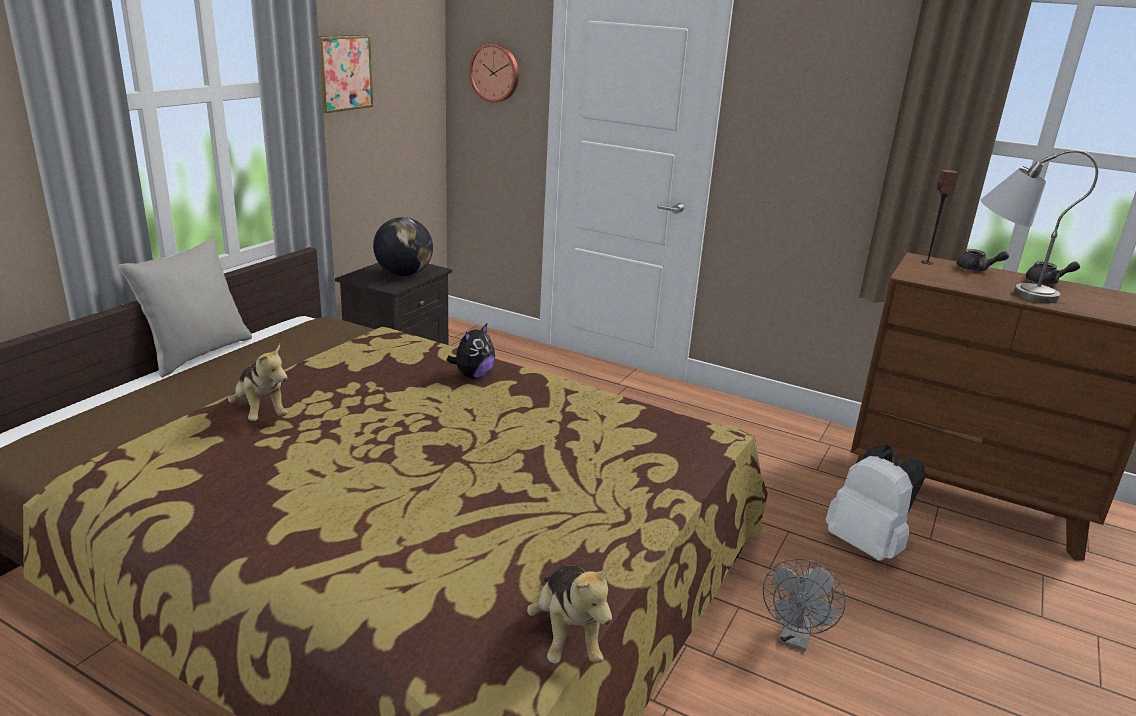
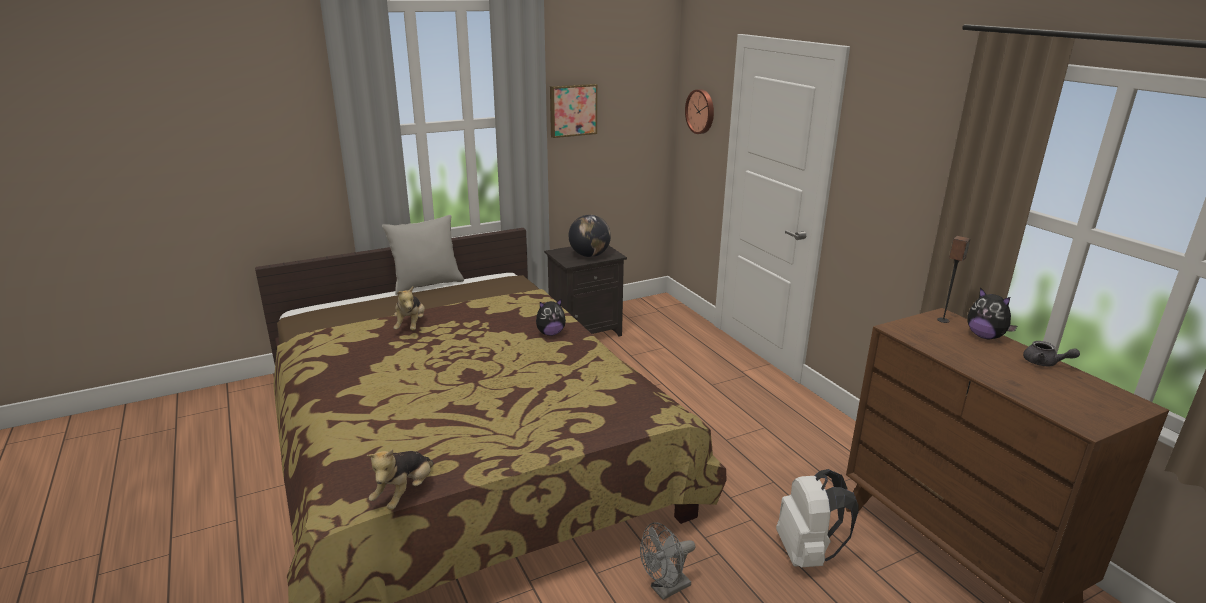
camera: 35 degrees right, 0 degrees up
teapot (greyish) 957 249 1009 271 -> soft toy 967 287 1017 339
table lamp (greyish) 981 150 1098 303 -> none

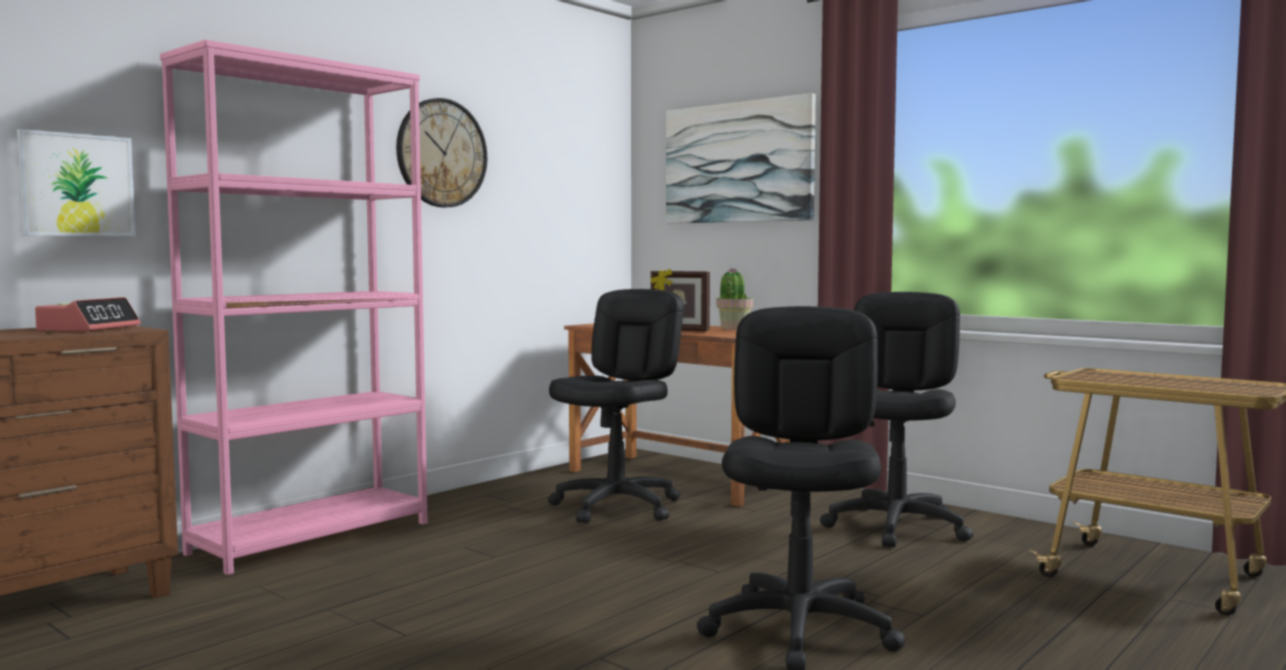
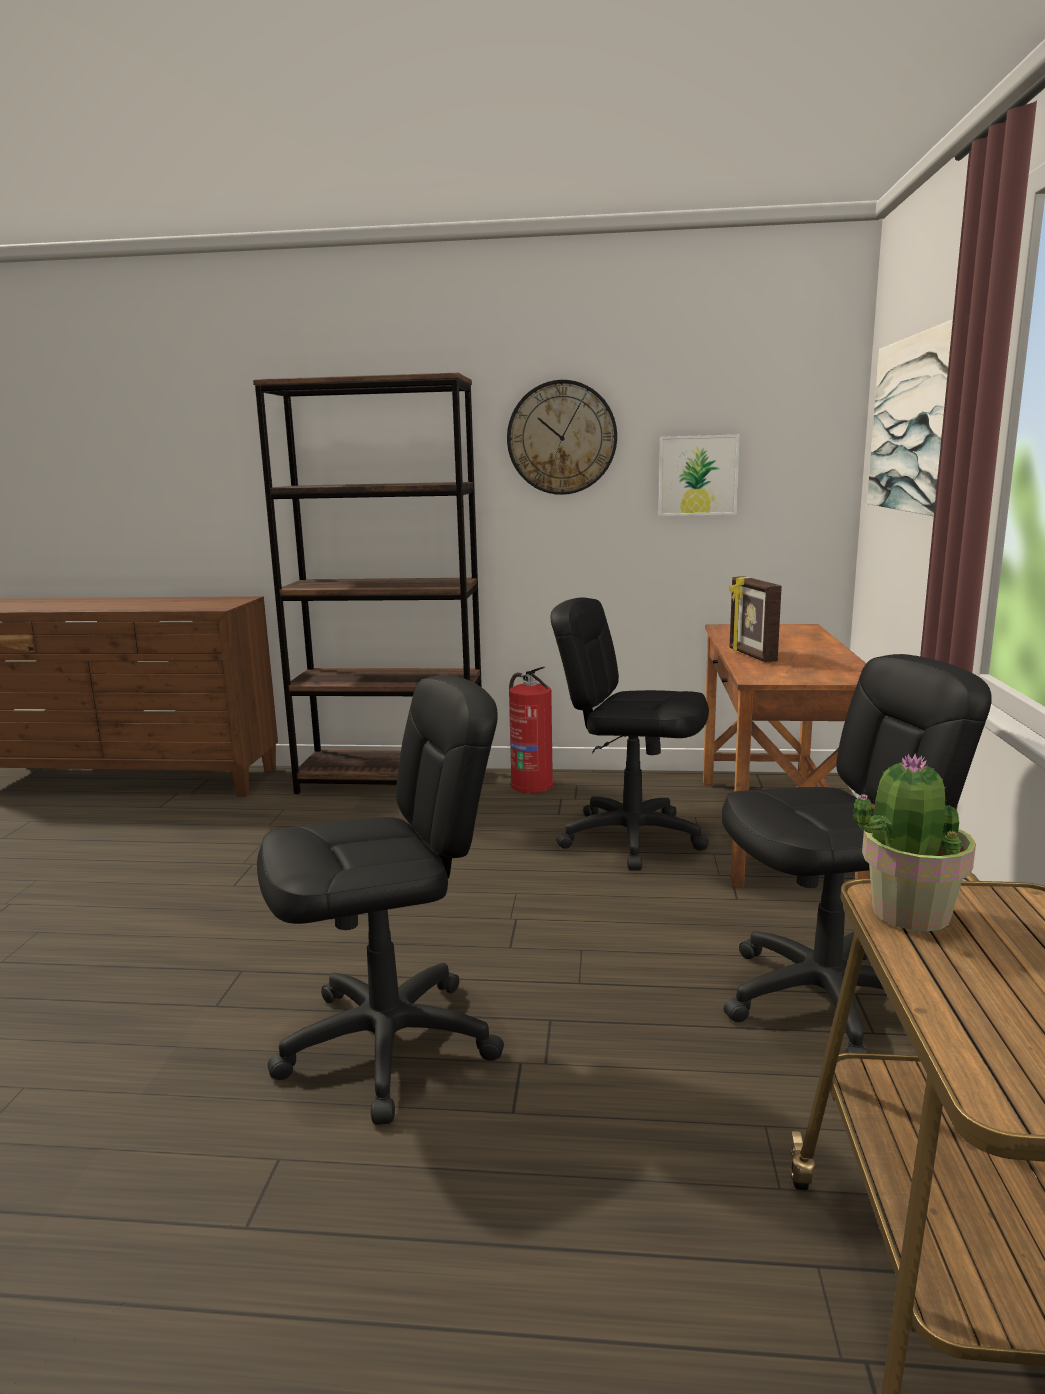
camera: 55 degrees right, 10 degrees up
wall picture 17 129 136 236 -> wall picture 659 435 740 516, shifted
table clock 35 297 140 332 -> none
bookcase (pink-coloured) 160 40 428 575 -> bookcase (brown-coloured) 253 373 482 794
desk chair (black) 548 289 684 523 -> desk chair (black) 551 598 709 871, 150 degrees counterclockwise
potted plant 717 268 753 330 -> potted plant 854 753 976 931, shifted
none -> fire extinguisher 509 667 553 793

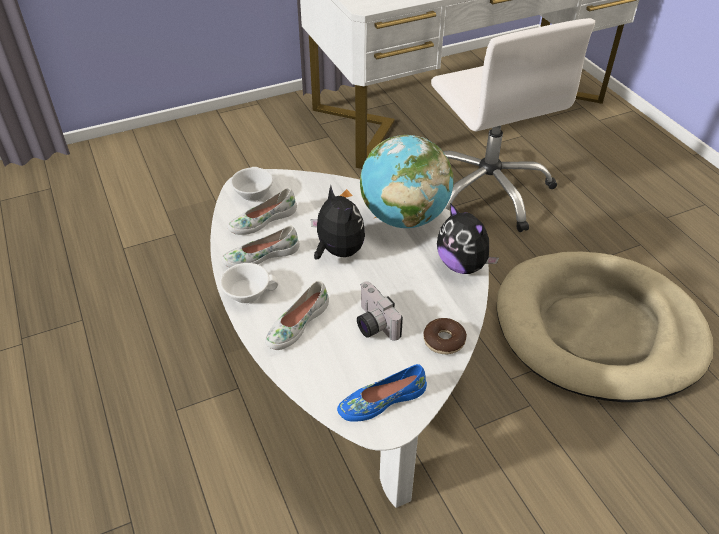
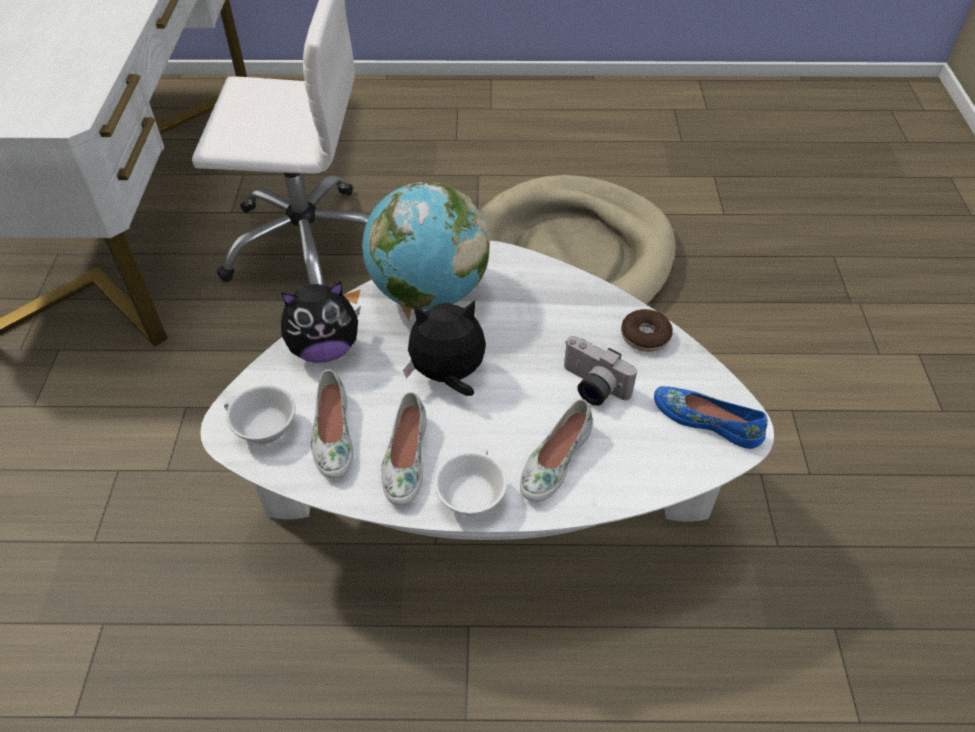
camera: 65 degrees left, 5 degrees up
low shoe (white-coloured) 265 281 329 350 -> low shoe (white-coloured) 520 399 593 502, 60 degrees clockwise
low shoe (bluish) 337 364 427 422 -> low shoe (bluish) 654 386 768 449, 120 degrees clockwise
still camera 357 281 403 341 -> still camera 564 336 637 406, 45 degrees clockwise
soft toy 437 203 499 274 -> soft toy 281 281 361 363, shifted

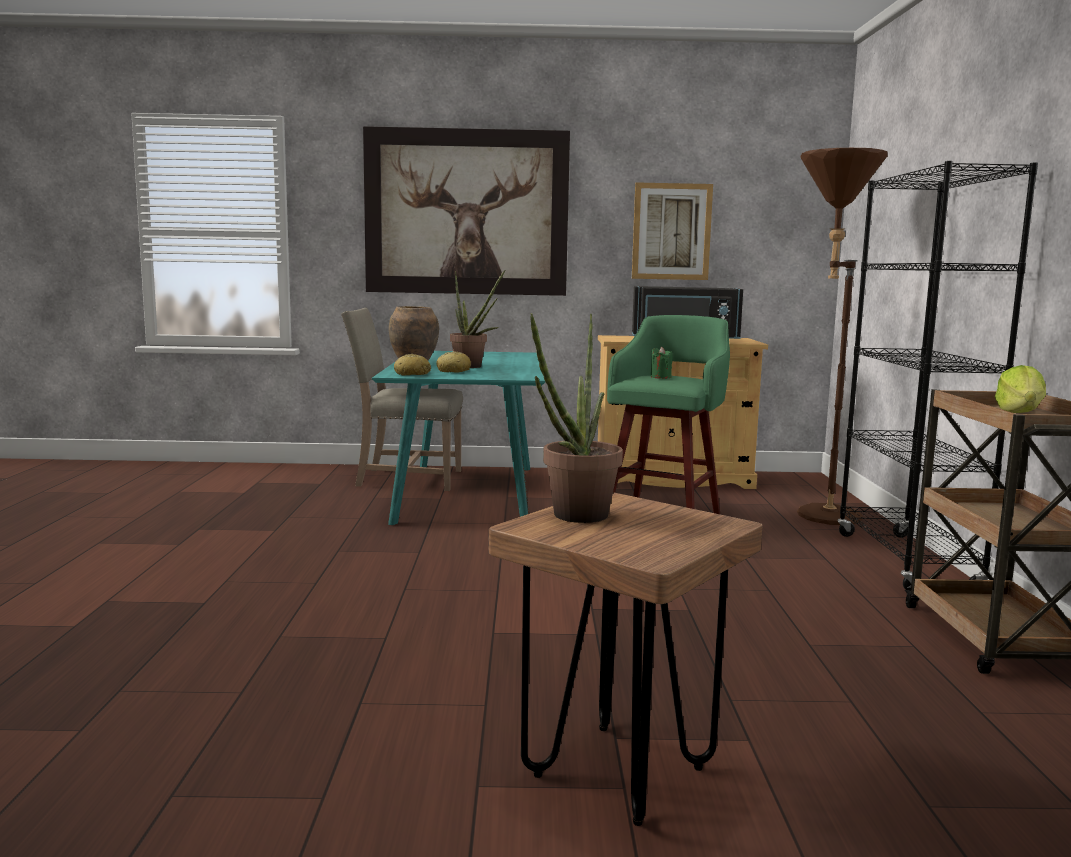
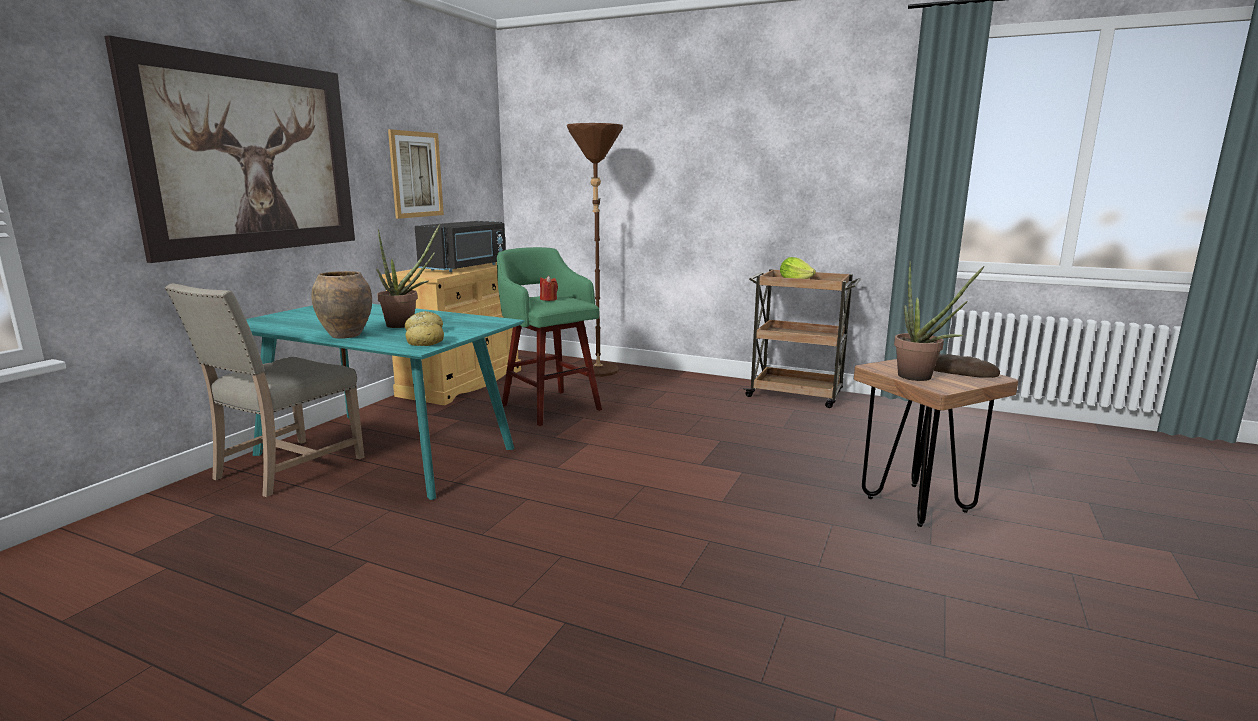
camera: 65 degrees left, 5 degrees up
wax candle (green-coloured) 651 347 672 379 -> wax candle (red-coloured) 540 276 558 301
bookcase (black) 837 161 1038 591 -> none
none -> bread 934 354 1000 378

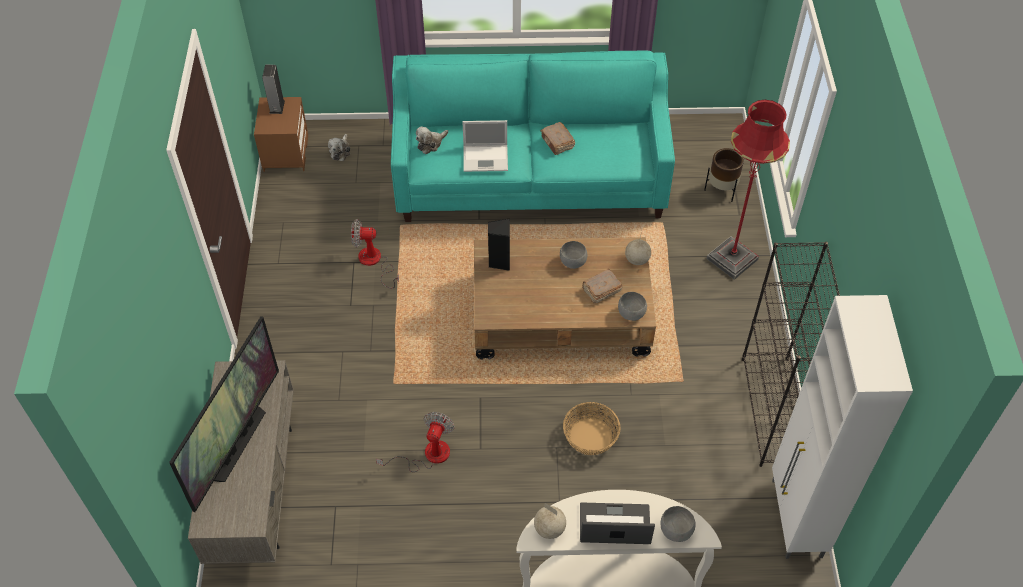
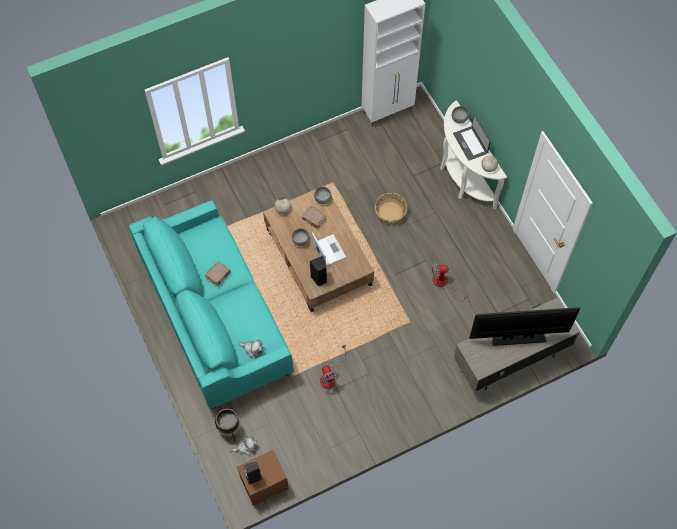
camera: 115 degrees left, 10 degrees up
notebook computer 462 120 508 172 -> notebook computer 312 232 346 266, shifted
flower pot (brown-coloured) 704 148 744 202 -> flower pot (brown-coloured) 215 408 240 441, shifted
standard lamp (red-coloured) 706 100 790 280 -> none
bookcase (black) 742 242 840 467 -> none

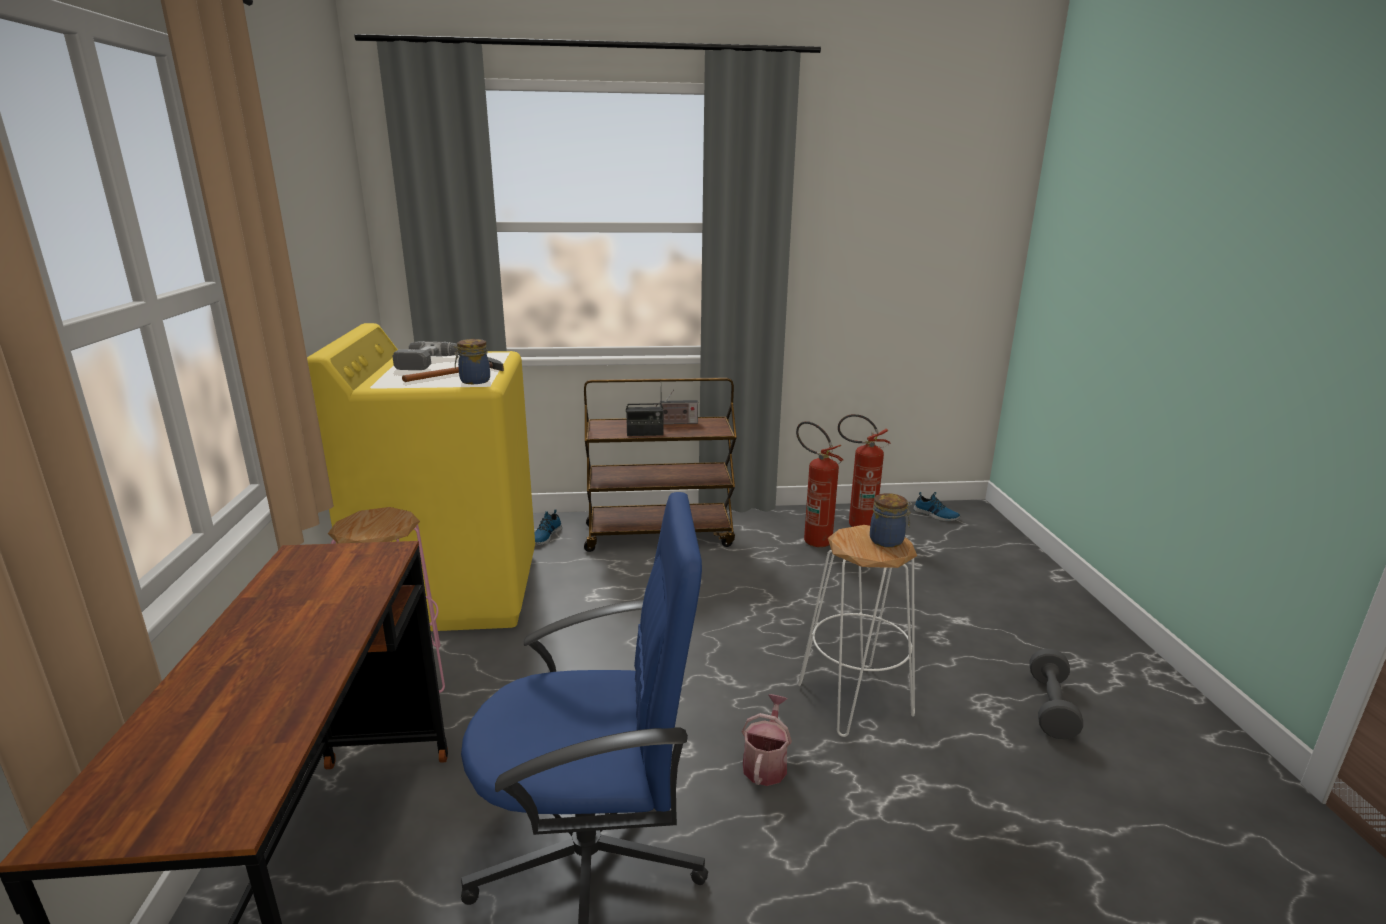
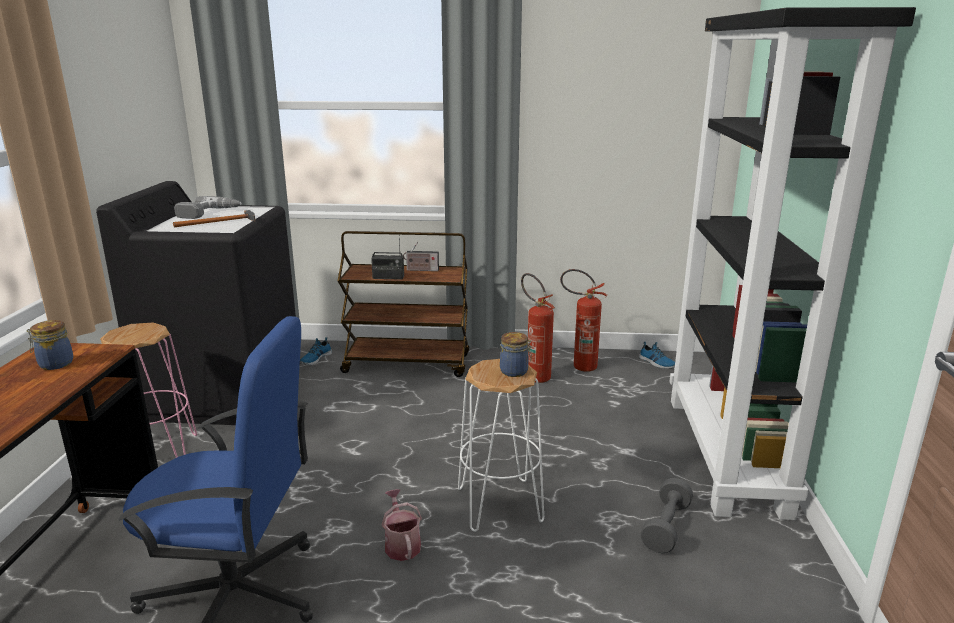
camera: 10 degrees right, 0 degrees up
washing machine (yellowish) 307 323 535 631 -> washing machine (black) 96 181 296 425
storage jar 453 339 490 384 -> storage jar 26 320 73 370, shifted
watering can 742 694 792 786 -> watering can 381 489 422 561, 45 degrees counterclockwise
none -> bookcase (black) 669 7 916 520

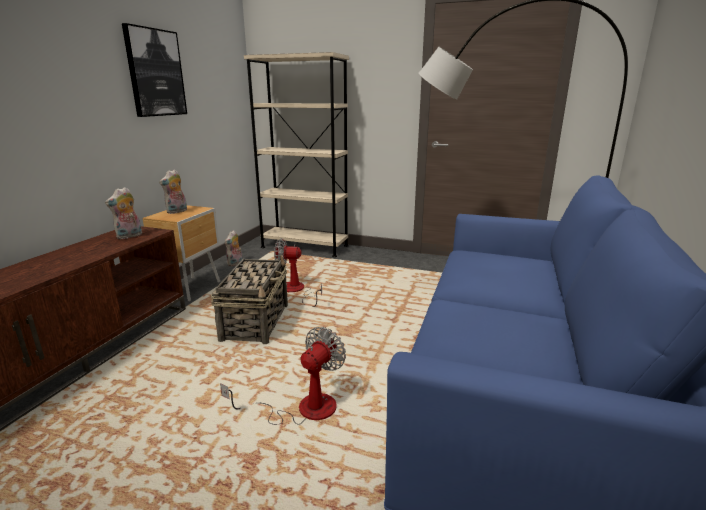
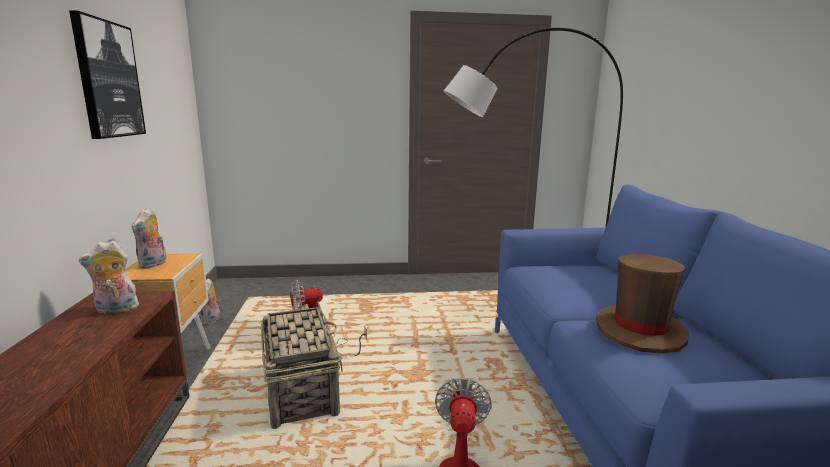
camera: 25 degrees left, 5 degrees down
soft toy 105 187 142 239 -> soft toy 79 241 139 314, 60 degrees clockwise
bookcase (sand-coloured) 244 52 349 257 -> none
none -> wearable hat (brown-coloured) 596 254 689 354

